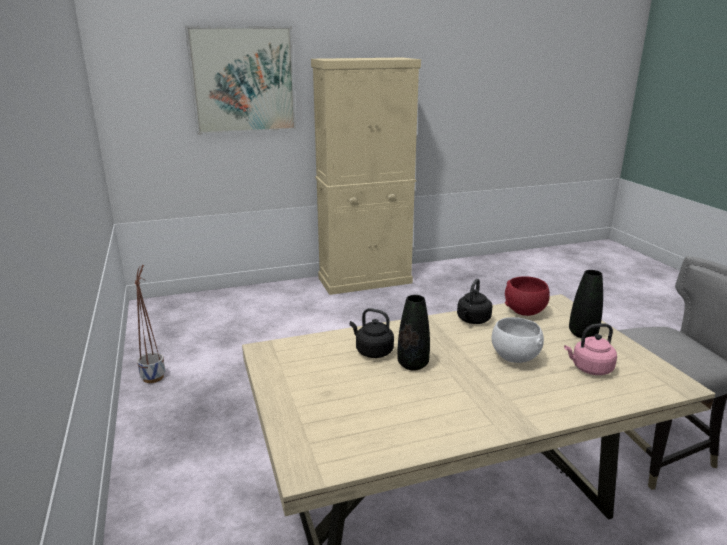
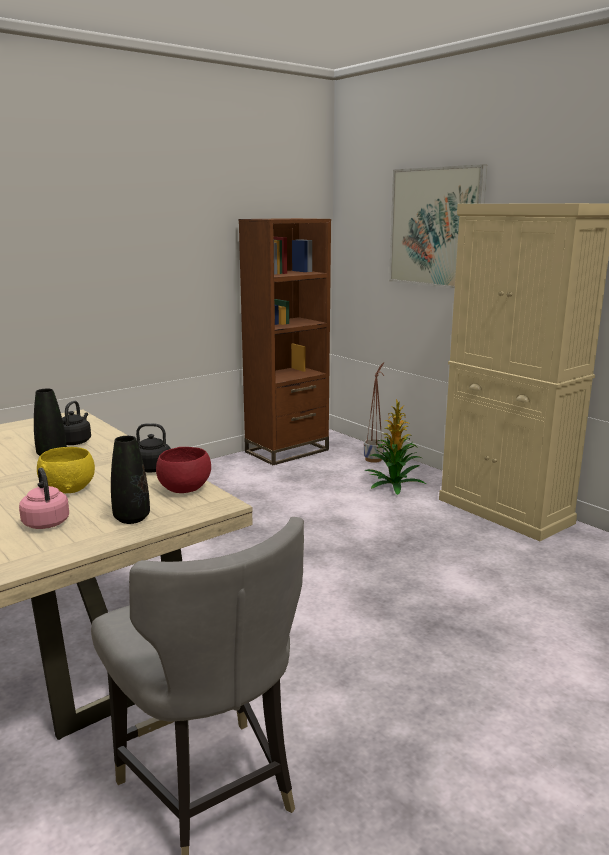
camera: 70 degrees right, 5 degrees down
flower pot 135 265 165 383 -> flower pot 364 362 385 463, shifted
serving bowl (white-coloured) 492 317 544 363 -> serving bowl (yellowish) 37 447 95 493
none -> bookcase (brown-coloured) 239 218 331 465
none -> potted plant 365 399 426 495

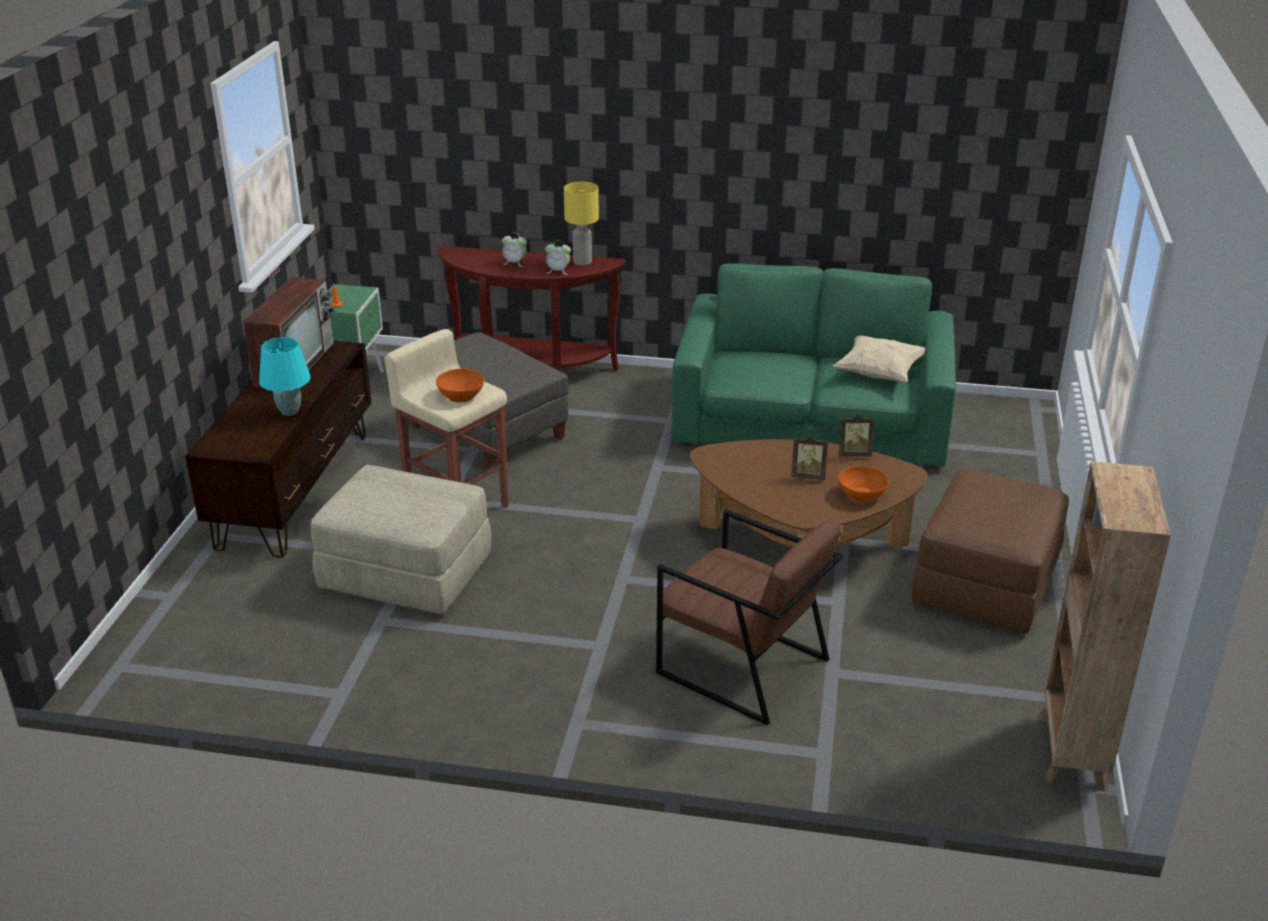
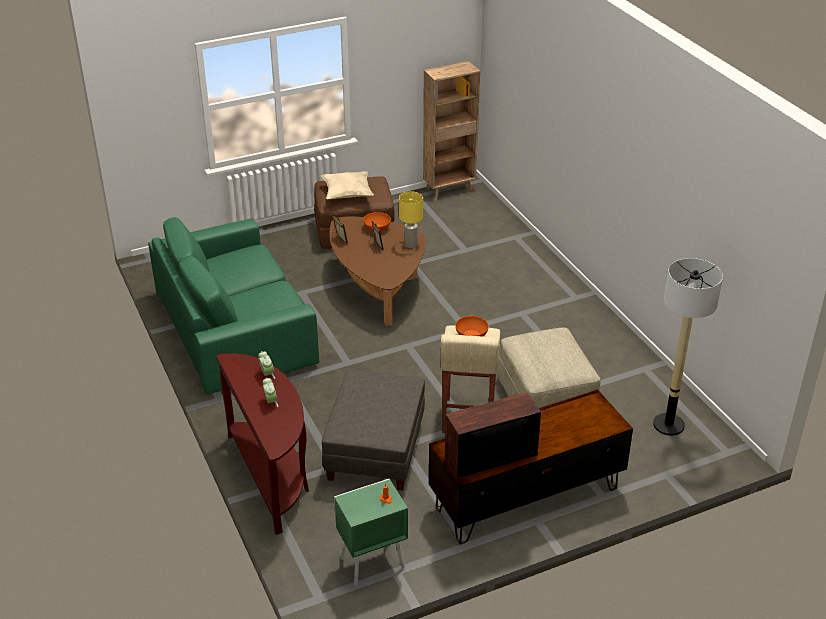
camera: 125 degrees left, 5 degrees up
table lamp (turquoise-coloured) 259 337 311 416 -> none
table lamp (yellowish) 564 182 599 266 -> table lamp (yellowish) 399 191 423 248, shifted
armchair (brown-coloured) 656 510 843 725 -> none
cushion (sand-coloured) 833 335 925 383 -> cushion (sand-coloured) 321 171 374 199, shifted
none -> standard lamp 653 258 723 436

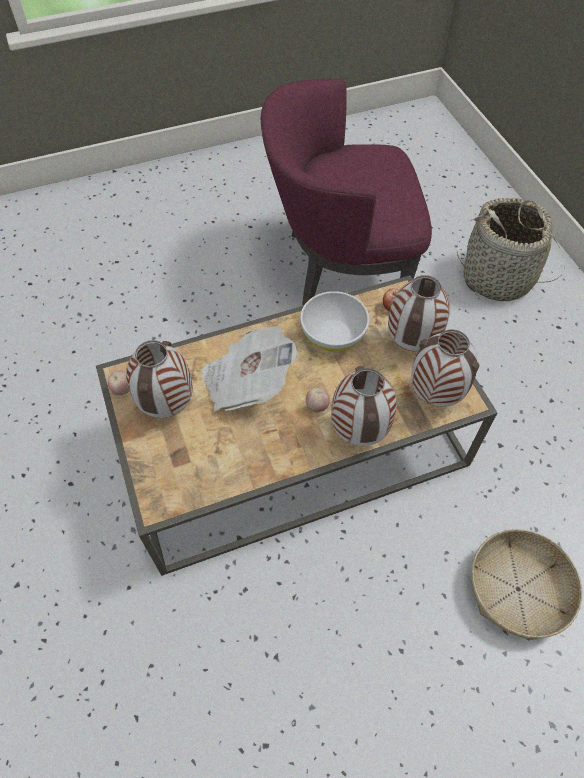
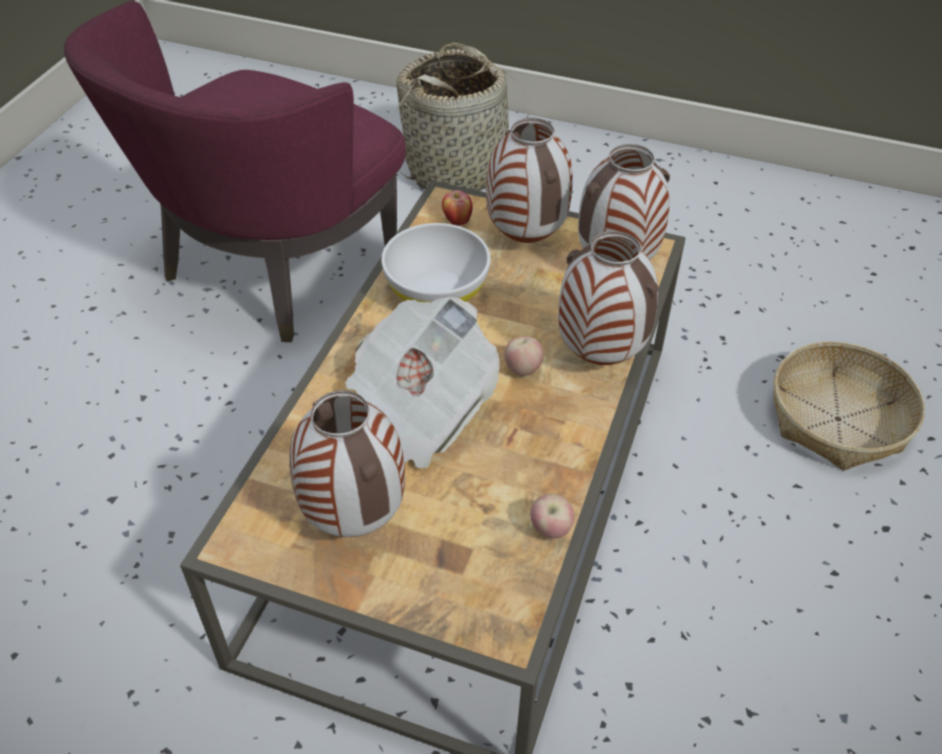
camera: 50 degrees left, 10 degrees down
apple fruit 107 371 129 395 -> apple fruit 530 494 574 538, shifted

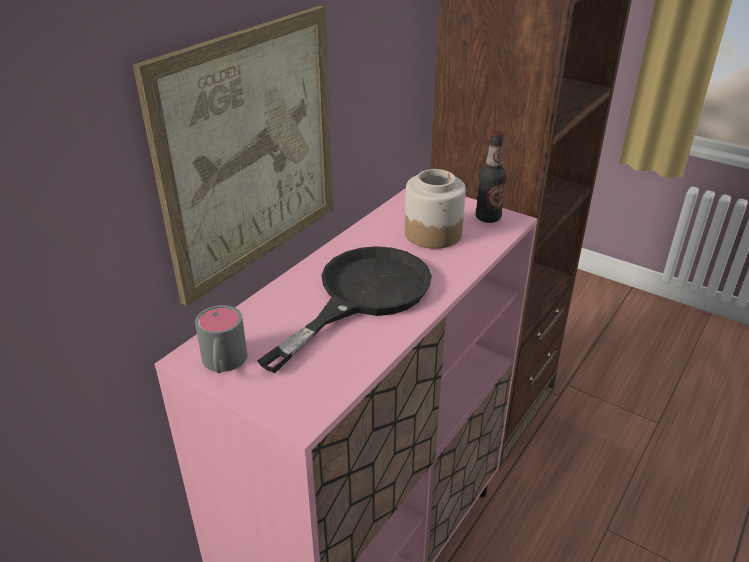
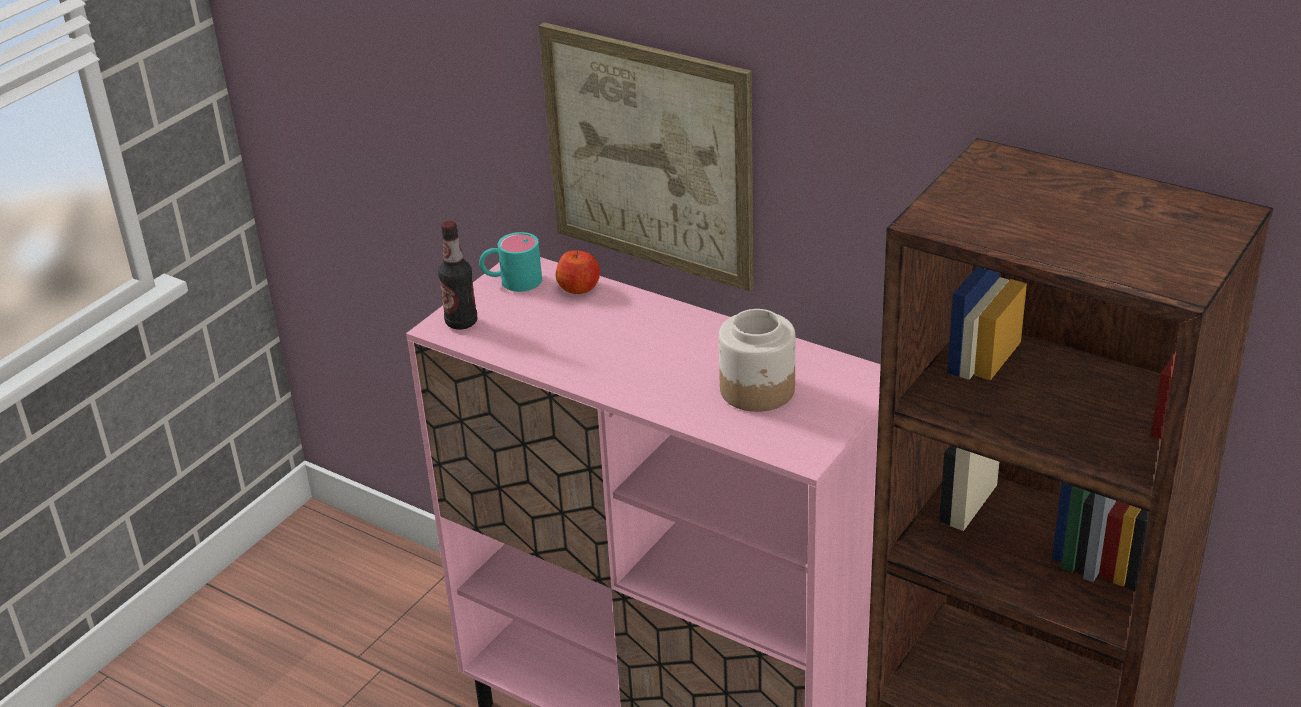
camera: 90 degrees right, 0 degrees up
mug (greyish) 195 305 247 373 -> mug (turquoise-coloured) 479 232 542 292
pan (black) 257 246 432 373 -> none
beverage bottle 476 131 507 223 -> beverage bottle 438 221 477 330, shifted
none -> apple fruit 556 250 600 294

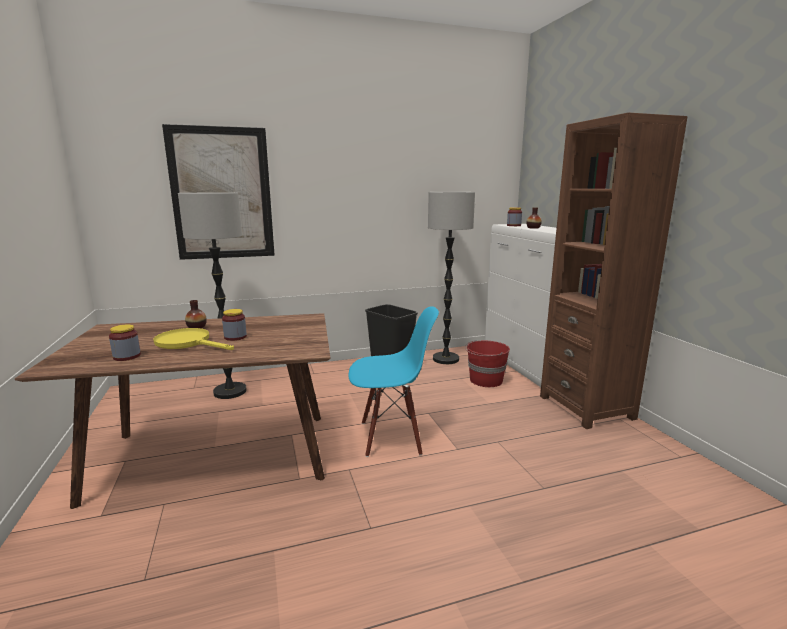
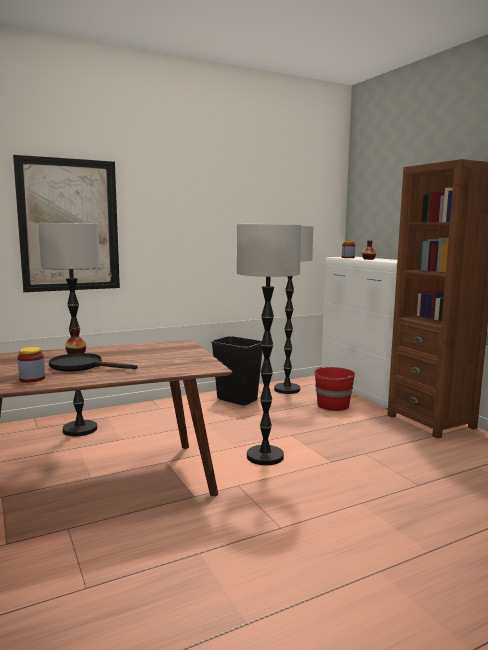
camera: 10 degrees left, 5 degrees down
pan (yellowish) 153 328 234 350 -> pan (black) 49 353 138 372
storage jar 222 309 247 341 -> none
chair (bluish) 348 306 439 457 -> standard lamp 237 224 301 465

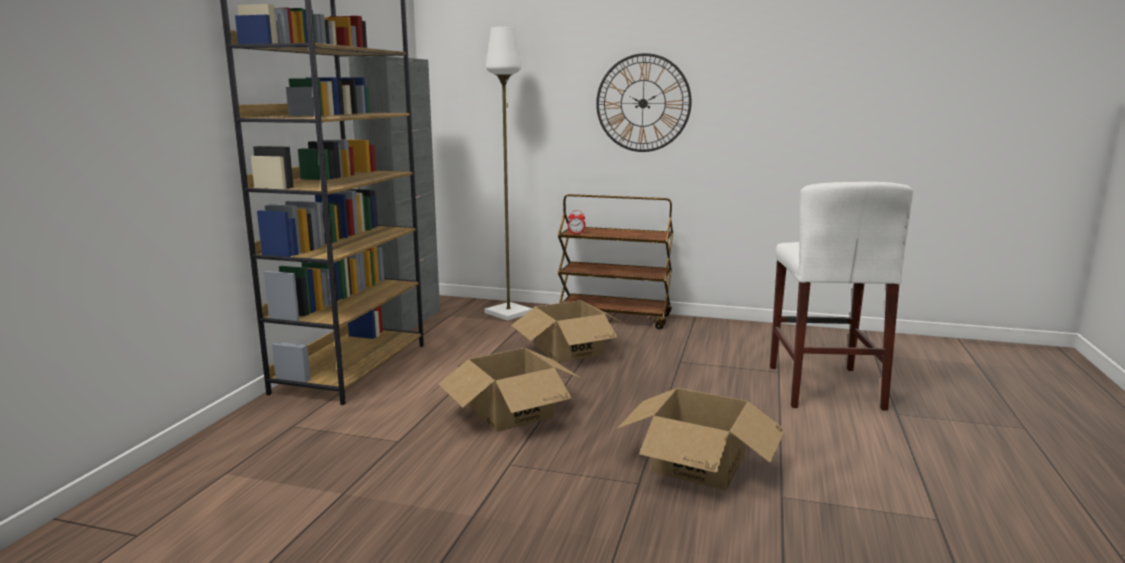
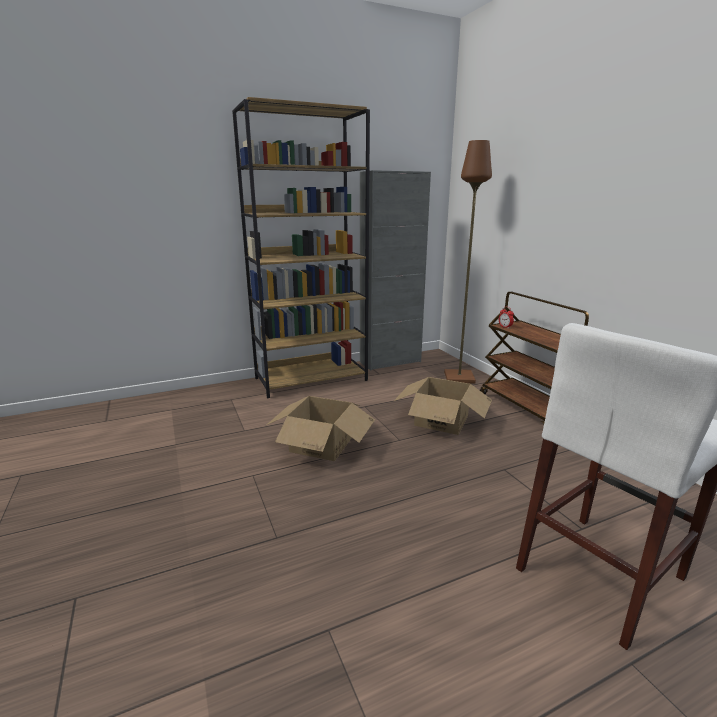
camera: 50 degrees right, 5 degrees up
standard lamp (white-coloured) 484 27 532 321 -> standard lamp (brown-coloured) 444 140 492 384
wall clock 596 53 692 152 -> none
carton 617 388 785 490 -> none

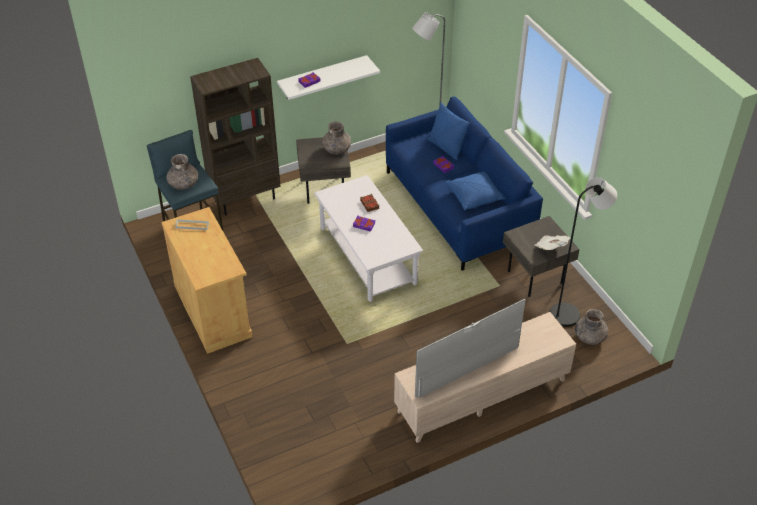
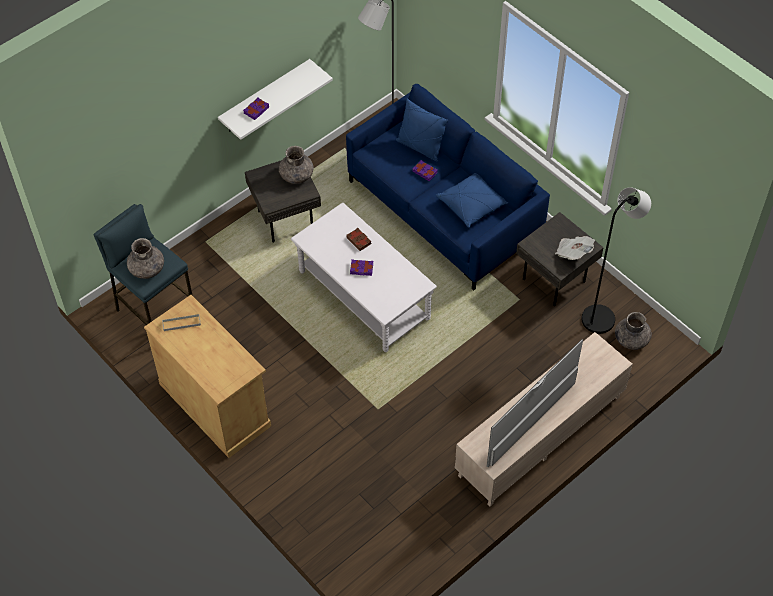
camera: 15 degrees left, 10 degrees up
bookcase (brown-coloured) 190 58 281 216 -> none

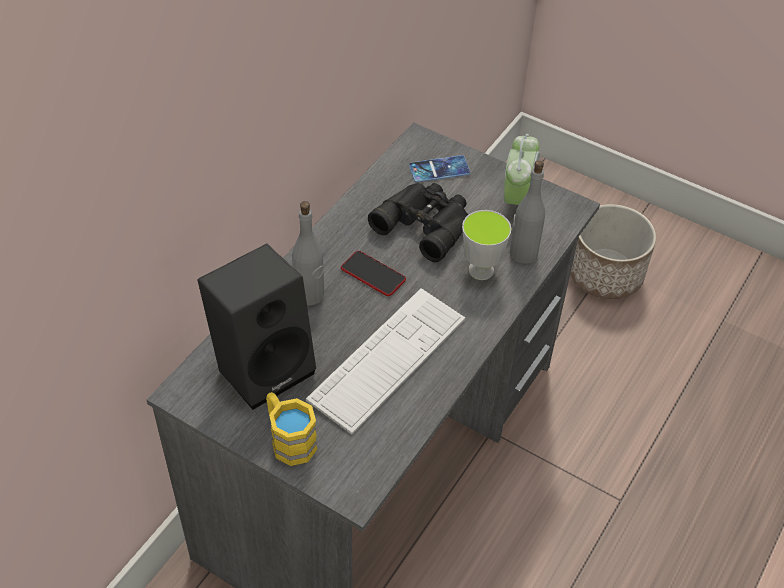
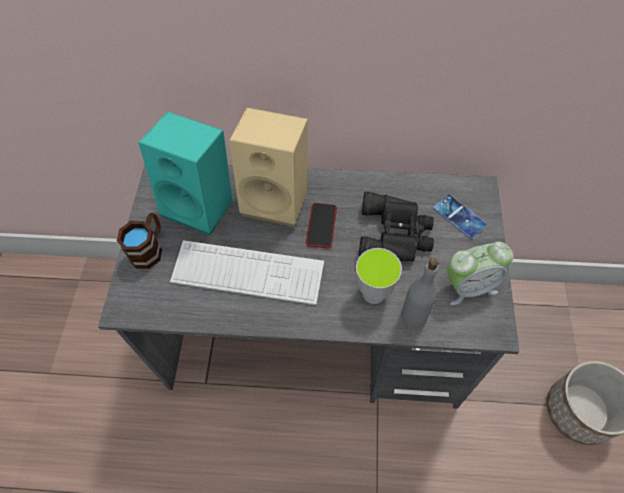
camera: 65 degrees right, 10 degrees up
loudspeaker (black) 197 244 316 410 -> loudspeaker (turquoise-coloured) 138 112 233 235
mug (yellowish) 266 392 317 466 -> mug (brown-coloured) 117 213 162 269
beverage bottle (greyish) 292 201 324 305 -> loudspeaker (sand-coloured) 229 108 308 227

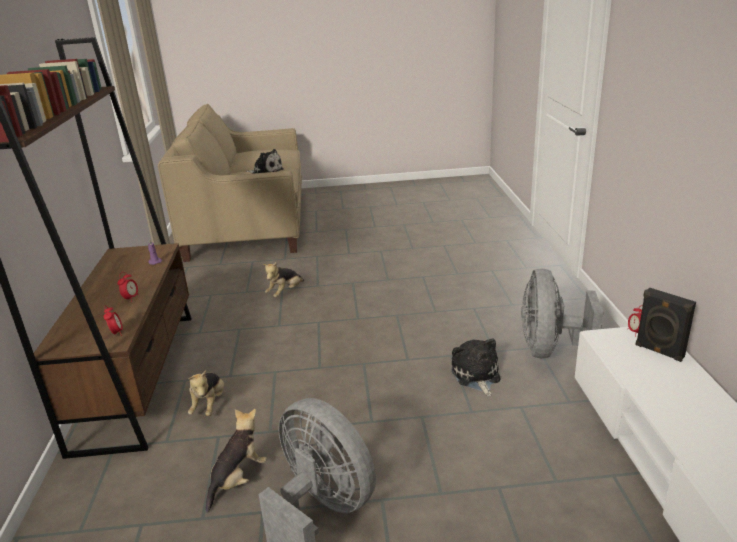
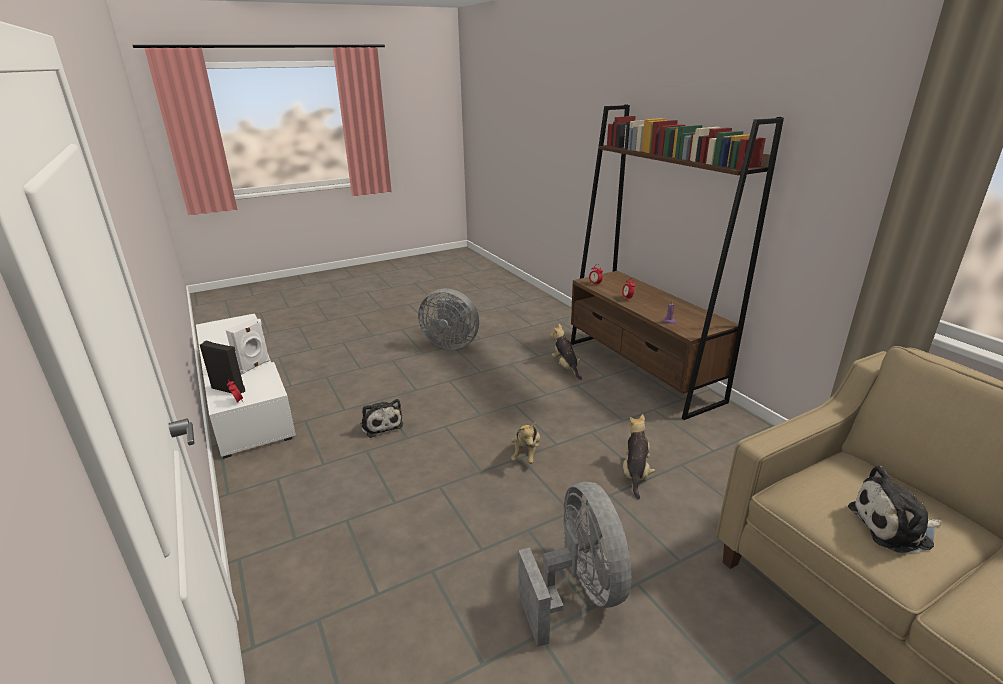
camera: 155 degrees right, 0 degrees up
soft toy 206 409 267 513 -> soft toy 510 422 540 464, shifted
electric fan (greyish) 521 269 603 358 -> electric fan (greyish) 519 482 631 647, shifted
none -> loudspeaker (white-coloured) 226 318 270 375

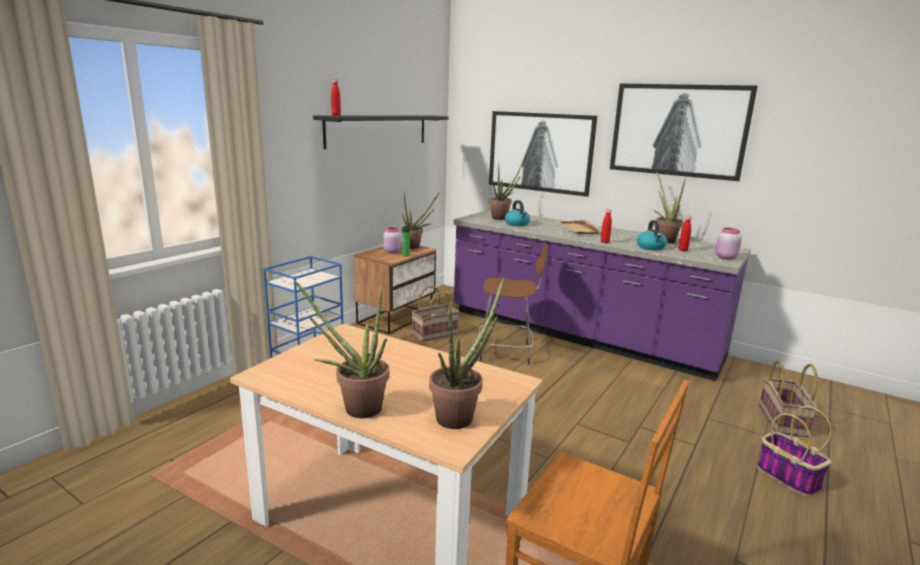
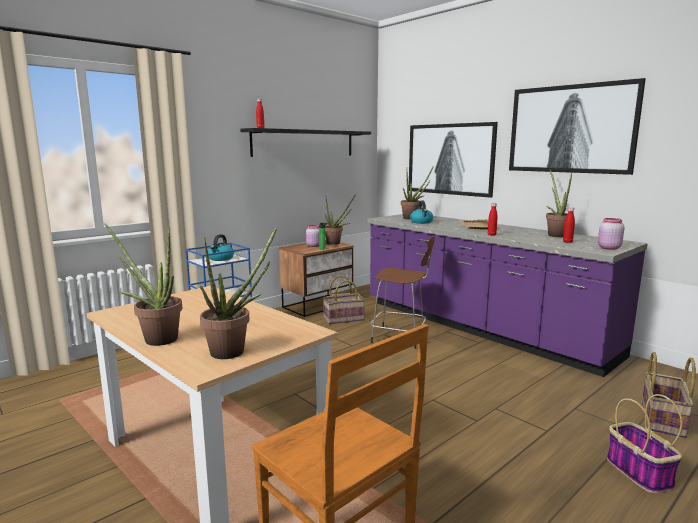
camera: 15 degrees right, 5 degrees down
water kettle 637 220 667 250 -> water kettle 208 234 234 261, shifted

